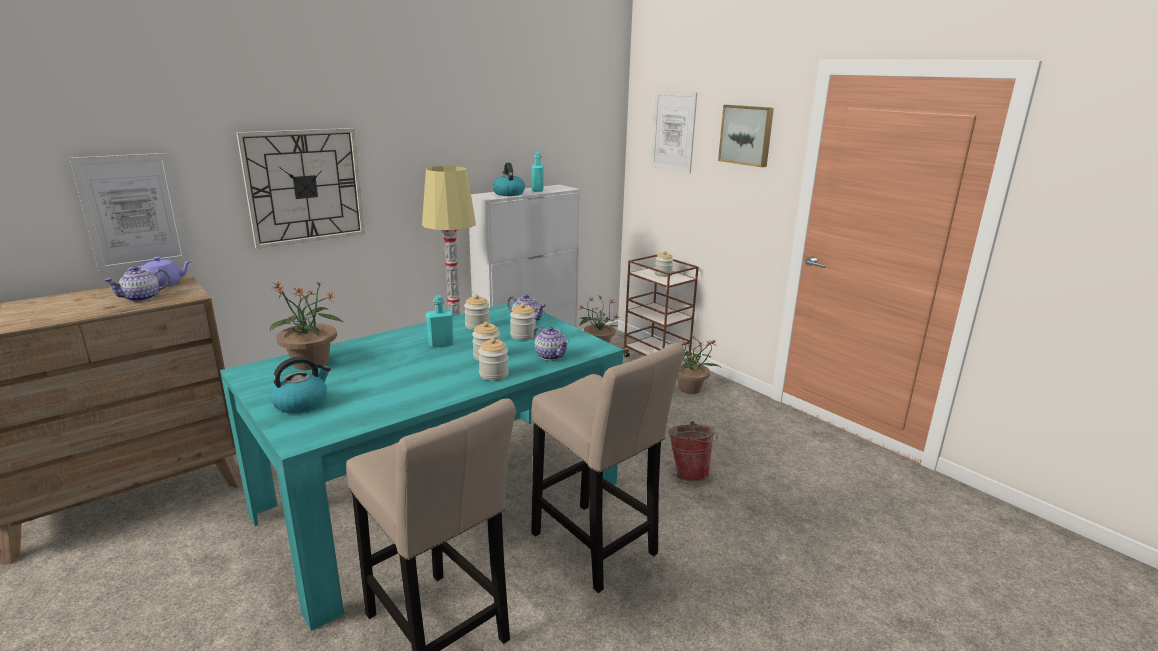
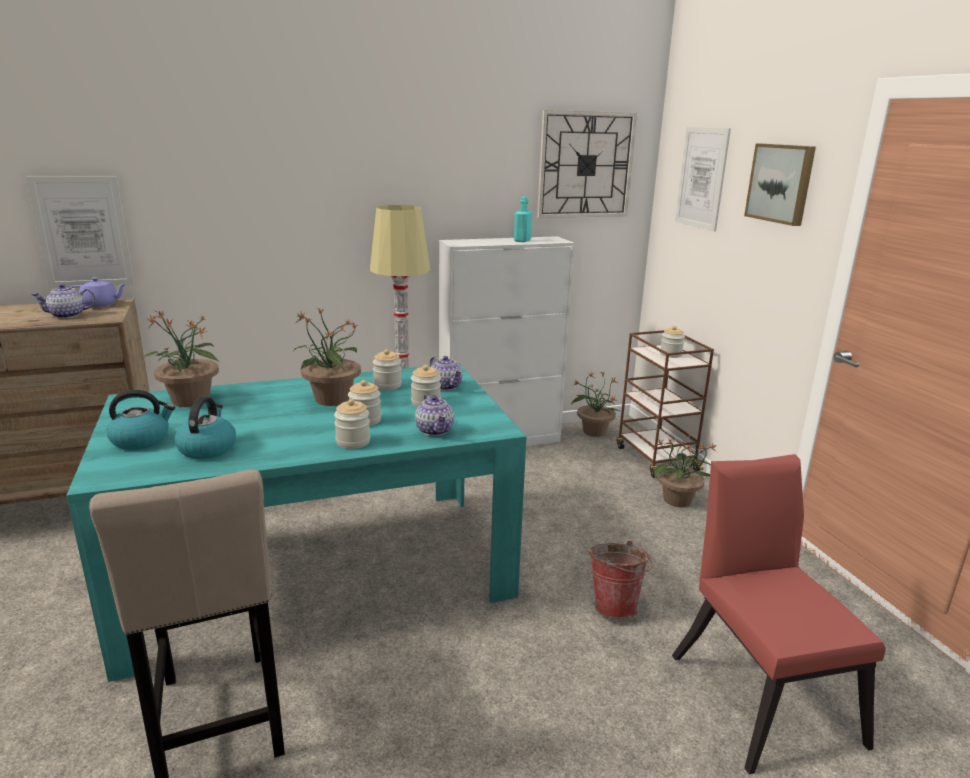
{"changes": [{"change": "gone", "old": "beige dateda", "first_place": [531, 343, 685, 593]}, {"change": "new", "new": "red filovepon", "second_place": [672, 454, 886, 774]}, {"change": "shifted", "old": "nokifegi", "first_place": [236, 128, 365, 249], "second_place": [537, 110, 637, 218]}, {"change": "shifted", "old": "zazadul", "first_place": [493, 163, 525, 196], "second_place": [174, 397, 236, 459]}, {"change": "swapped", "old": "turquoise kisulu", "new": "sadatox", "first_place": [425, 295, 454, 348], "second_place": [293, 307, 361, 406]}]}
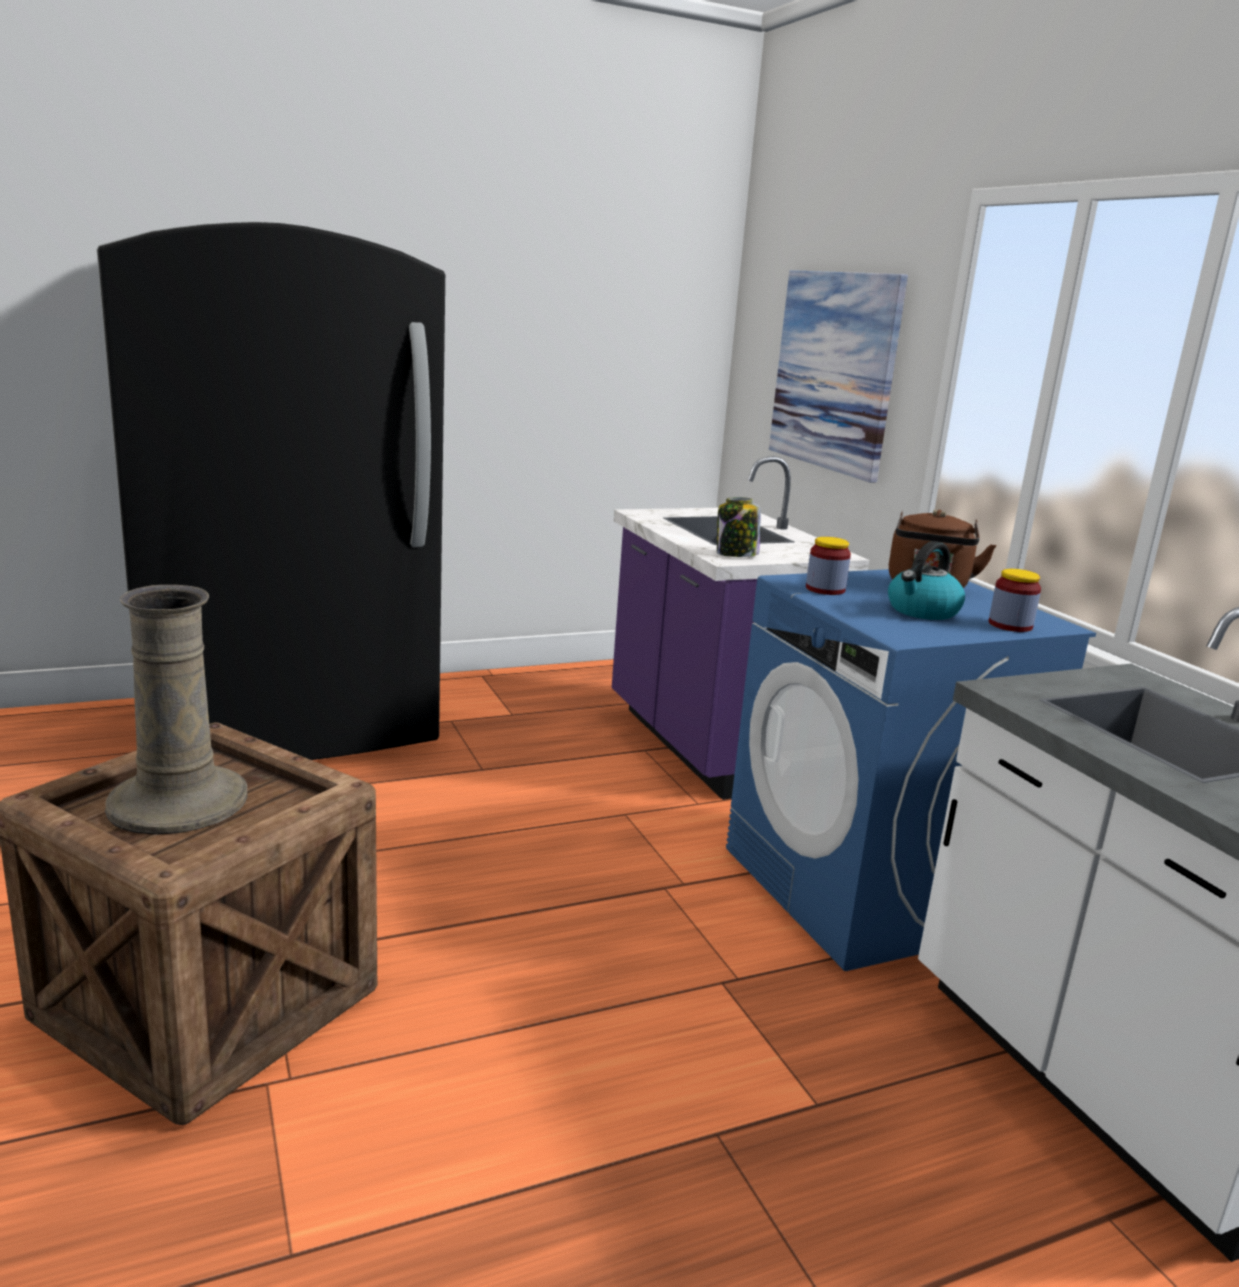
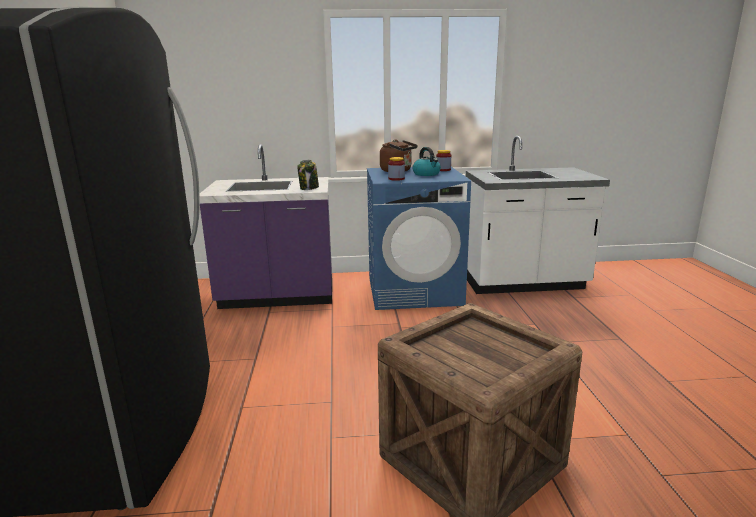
{"changes": [{"change": "gone", "old": "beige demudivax", "first_place": [105, 585, 248, 835]}, {"change": "gone", "old": "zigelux", "first_place": [769, 270, 908, 483]}]}
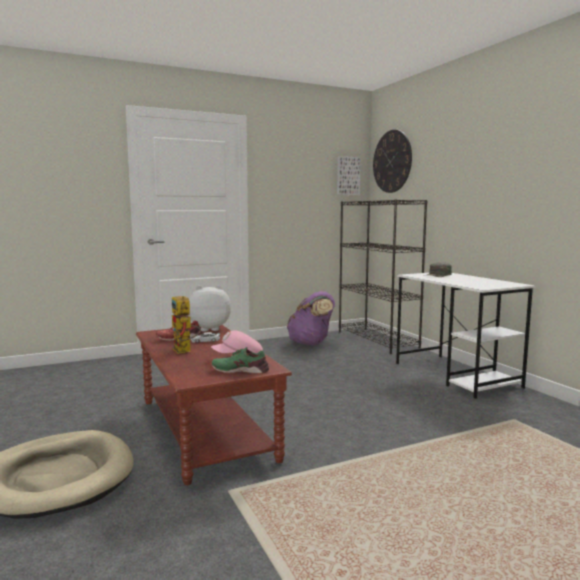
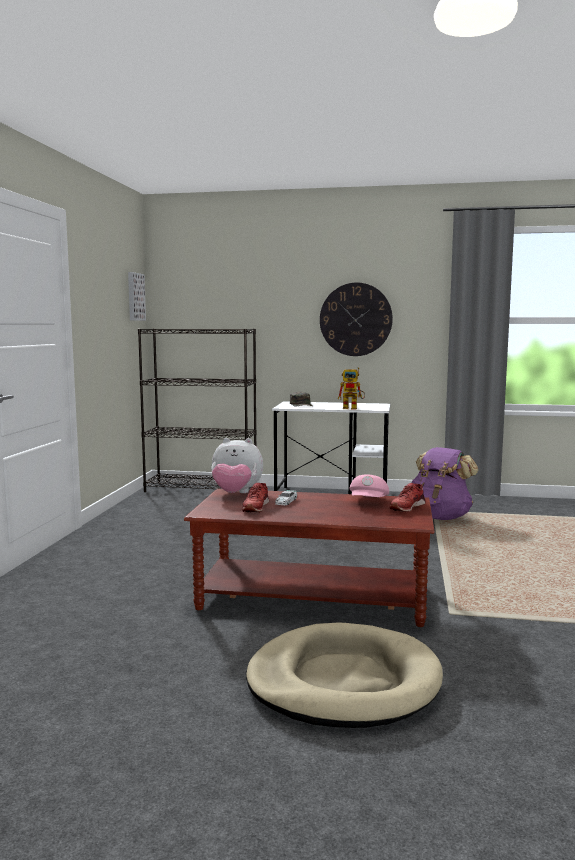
{"changes": [{"change": "shifted", "old": "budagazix", "first_place": [172, 296, 201, 354], "second_place": [338, 367, 365, 410]}, {"change": "shifted", "old": "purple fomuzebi", "first_place": [287, 291, 335, 346], "second_place": [411, 447, 478, 520]}, {"change": "shifted", "old": "nokifegi", "first_place": [373, 130, 412, 193], "second_place": [320, 283, 393, 356]}, {"change": "repainted", "old": "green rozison", "new": "red rozison", "first_place": [212, 347, 269, 374], "second_place": [389, 483, 426, 512]}, {"change": "rotated", "old": "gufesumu", "first_place": [189, 285, 231, 331], "second_place": [211, 438, 263, 493], "degrees": -105}]}
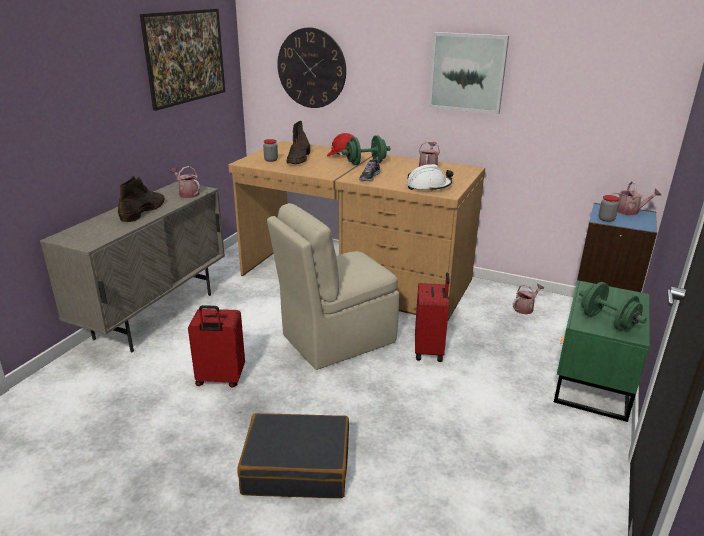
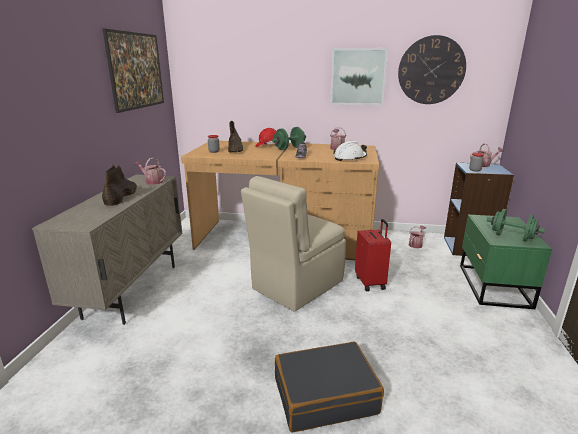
{"changes": [{"change": "gone", "old": "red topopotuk", "first_place": [188, 305, 245, 388]}, {"change": "shifted", "old": "nokifegi", "first_place": [277, 27, 346, 108], "second_place": [398, 35, 466, 104]}]}
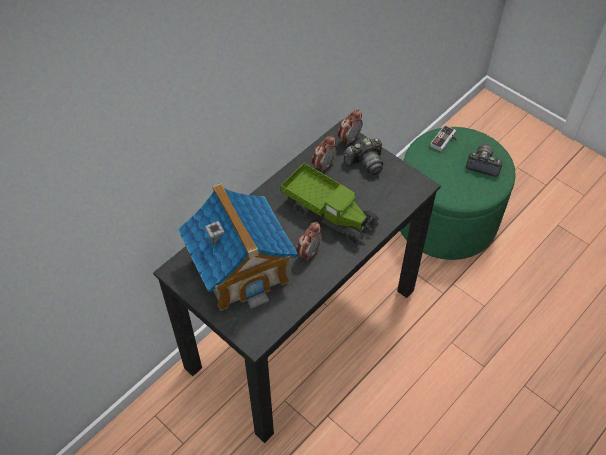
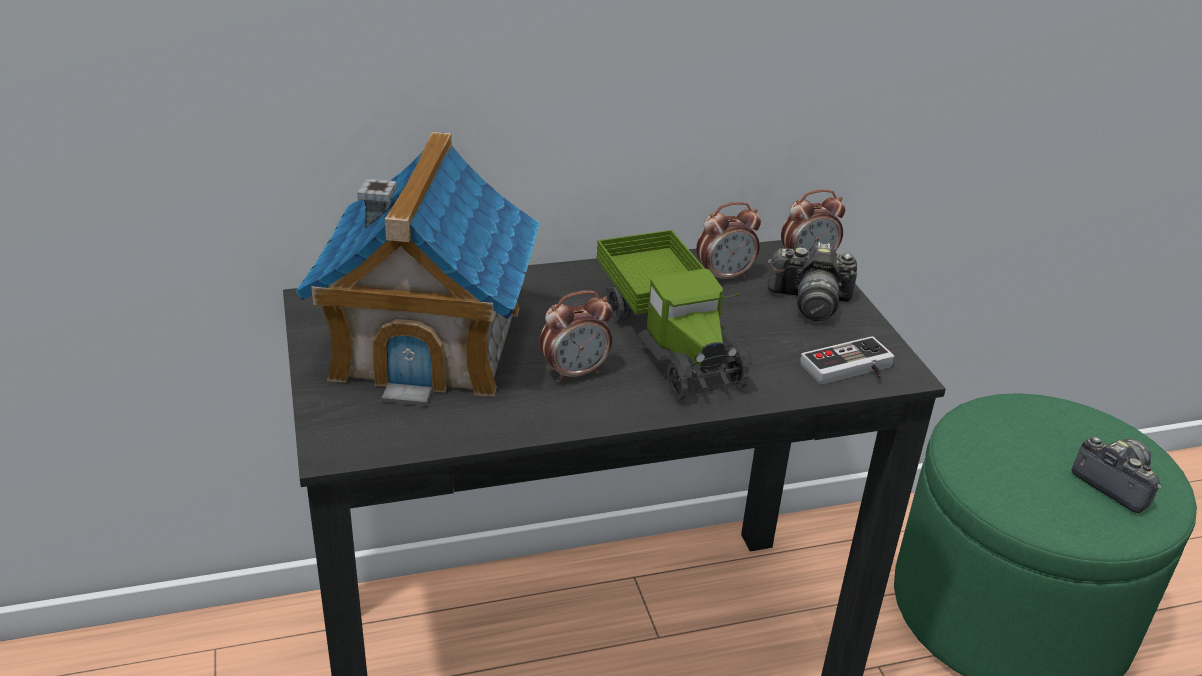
{"changes": [{"change": "shifted", "old": "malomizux", "first_place": [430, 125, 458, 152], "second_place": [800, 336, 895, 385]}]}
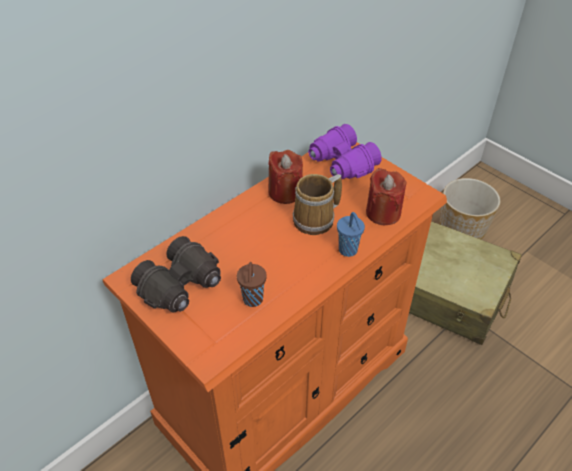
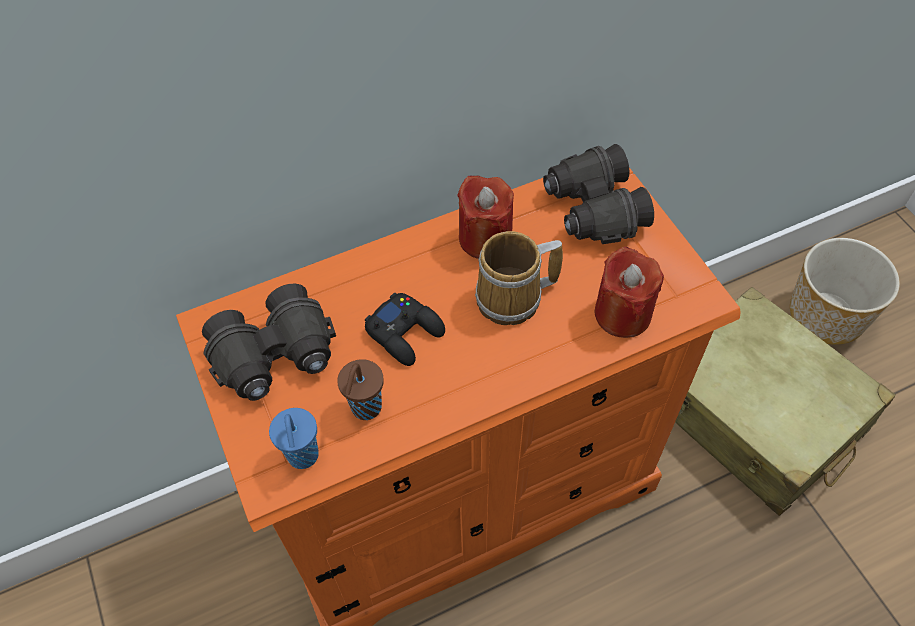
{"changes": [{"change": "new", "new": "black malomizux", "second_place": [365, 292, 445, 366]}, {"change": "shifted", "old": "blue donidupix", "first_place": [337, 212, 365, 257], "second_place": [269, 408, 319, 469]}, {"change": "repainted", "old": "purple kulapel", "new": "black kulapel", "first_place": [308, 124, 382, 179], "second_place": [543, 144, 654, 244]}]}
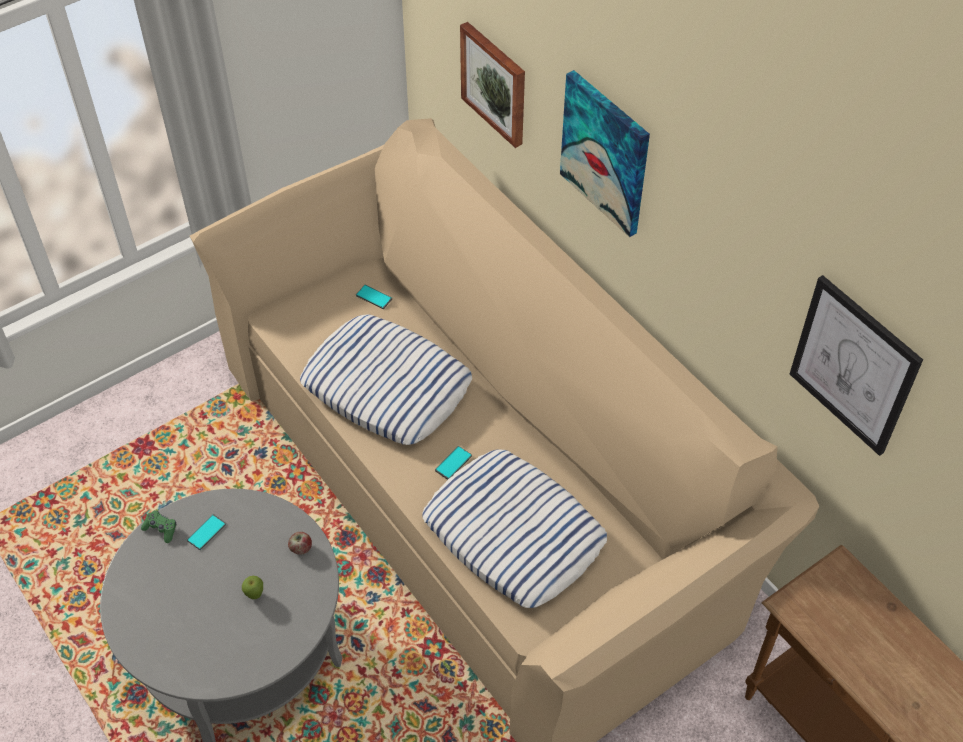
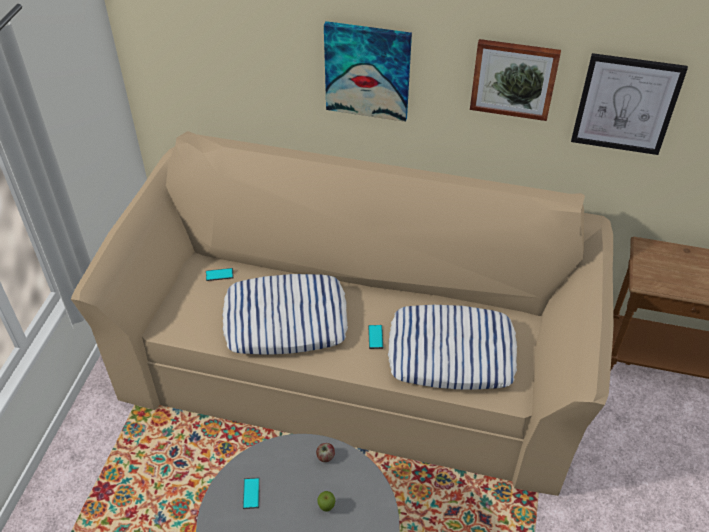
{"changes": [{"change": "gone", "old": "green malomizux", "first_place": [141, 510, 177, 543]}, {"change": "shifted", "old": "zigelux", "first_place": [460, 22, 525, 148], "second_place": [470, 39, 561, 121]}]}
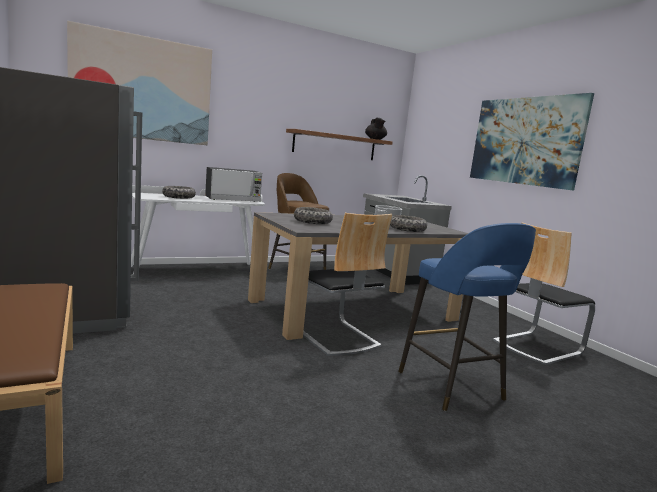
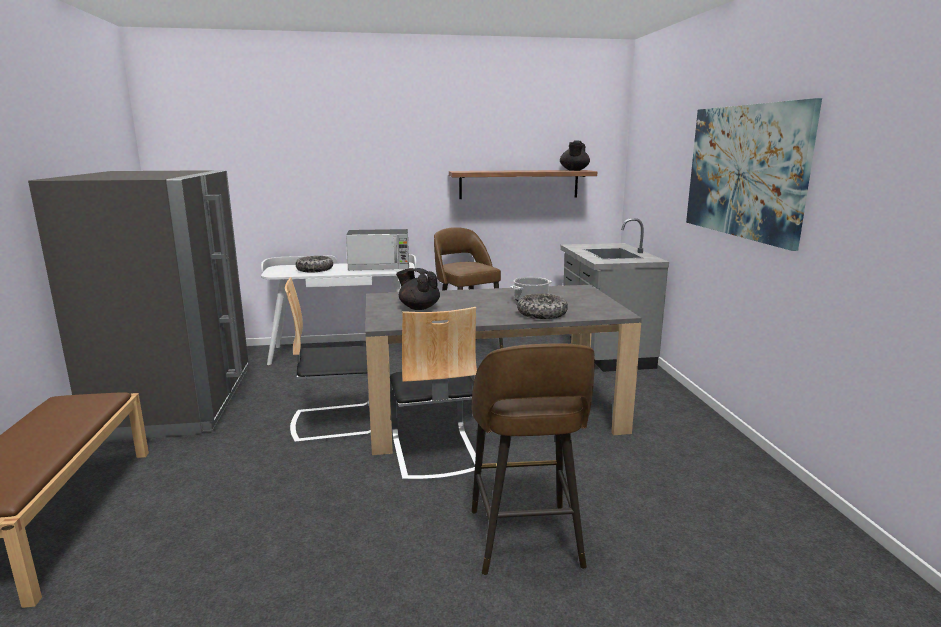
{"changes": [{"change": "gone", "old": "zigelux", "first_place": [67, 21, 212, 145]}, {"change": "shifted", "old": "filovepon", "first_place": [493, 222, 595, 365], "second_place": [285, 277, 371, 444]}, {"change": "swapped", "old": "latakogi", "new": "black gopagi", "first_place": [294, 207, 333, 224], "second_place": [396, 268, 440, 310]}, {"change": "repainted", "old": "blue dateda", "new": "brown dateda", "first_place": [398, 223, 536, 411], "second_place": [472, 343, 595, 575]}]}
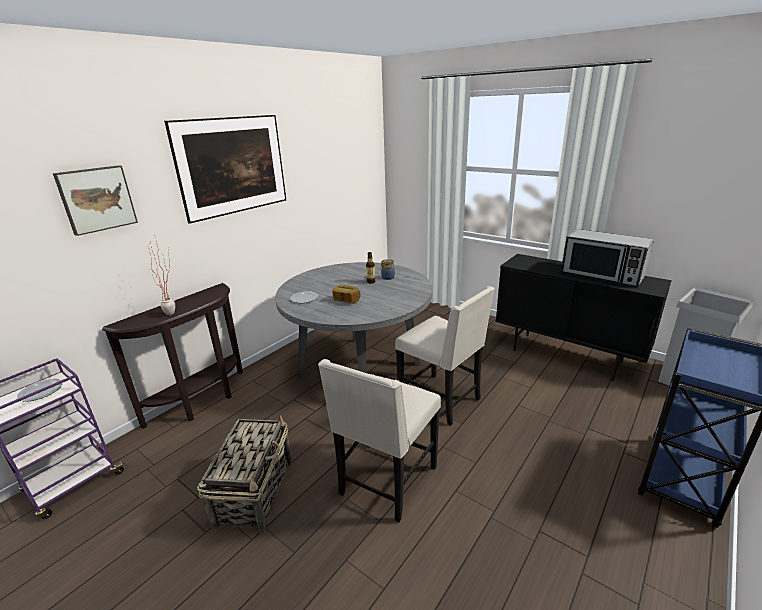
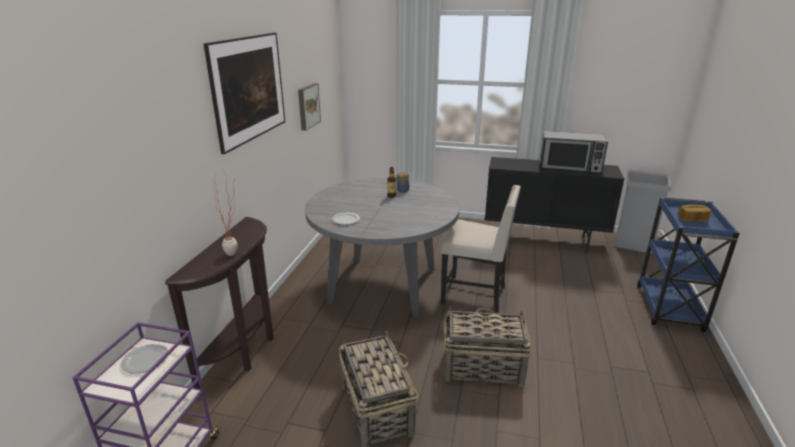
{"changes": [{"change": "shifted", "old": "zigelux", "first_place": [53, 165, 138, 236], "second_place": [298, 83, 321, 131]}, {"change": "shifted", "old": "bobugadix", "first_place": [332, 285, 361, 304], "second_place": [678, 204, 711, 222]}, {"change": "swapped", "old": "beige filovepon", "new": "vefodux", "first_place": [318, 359, 441, 523], "second_place": [443, 306, 531, 387]}]}
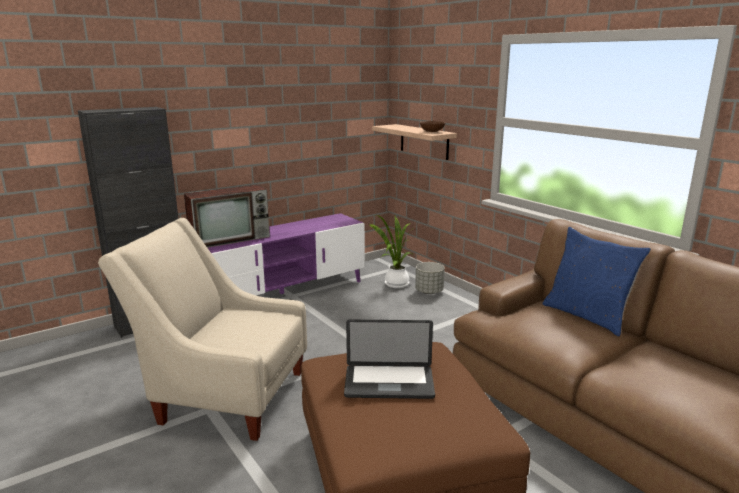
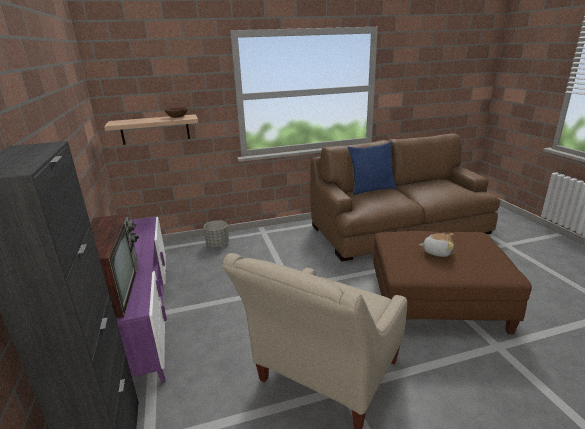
{"changes": [{"change": "gone", "old": "sadatox", "first_place": [369, 215, 413, 288]}, {"change": "swapped", "old": "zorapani", "new": "gufesumu", "first_place": [344, 319, 435, 399], "second_place": [419, 233, 454, 257]}]}
